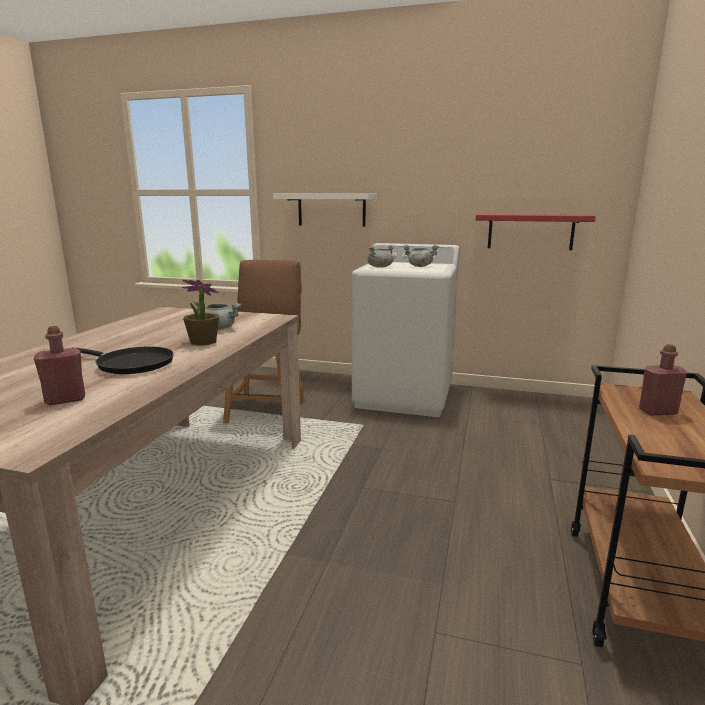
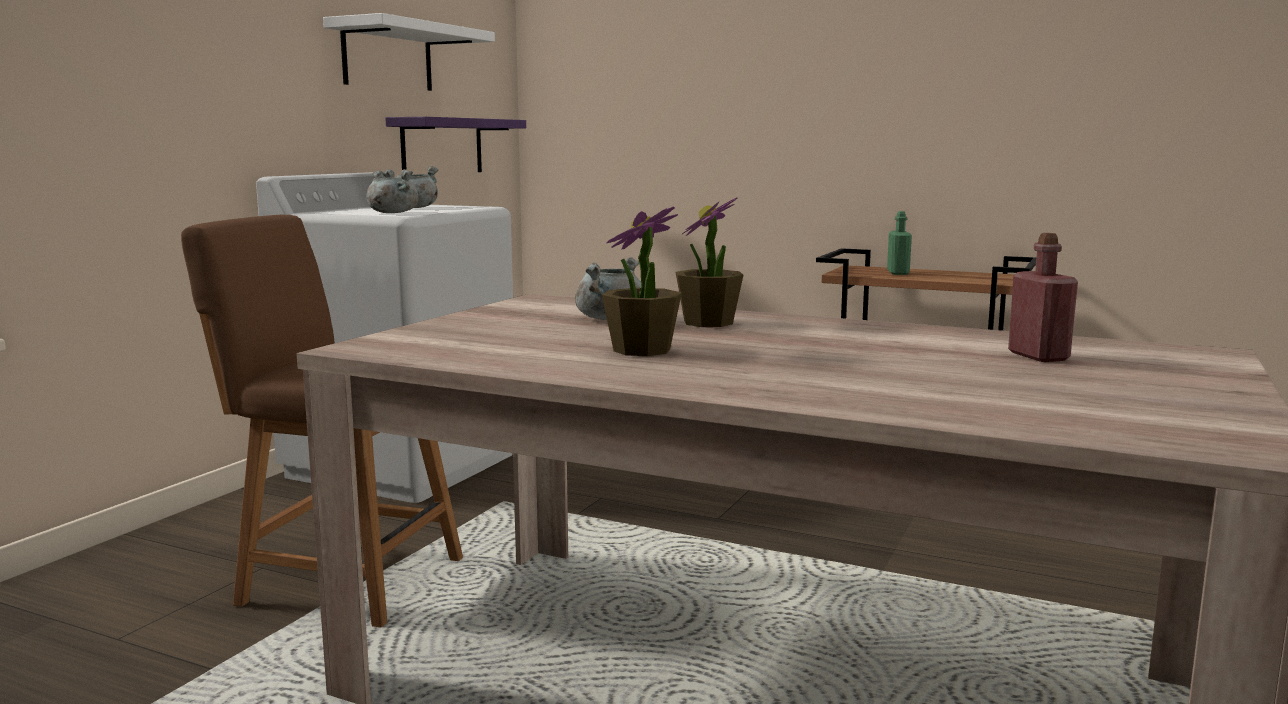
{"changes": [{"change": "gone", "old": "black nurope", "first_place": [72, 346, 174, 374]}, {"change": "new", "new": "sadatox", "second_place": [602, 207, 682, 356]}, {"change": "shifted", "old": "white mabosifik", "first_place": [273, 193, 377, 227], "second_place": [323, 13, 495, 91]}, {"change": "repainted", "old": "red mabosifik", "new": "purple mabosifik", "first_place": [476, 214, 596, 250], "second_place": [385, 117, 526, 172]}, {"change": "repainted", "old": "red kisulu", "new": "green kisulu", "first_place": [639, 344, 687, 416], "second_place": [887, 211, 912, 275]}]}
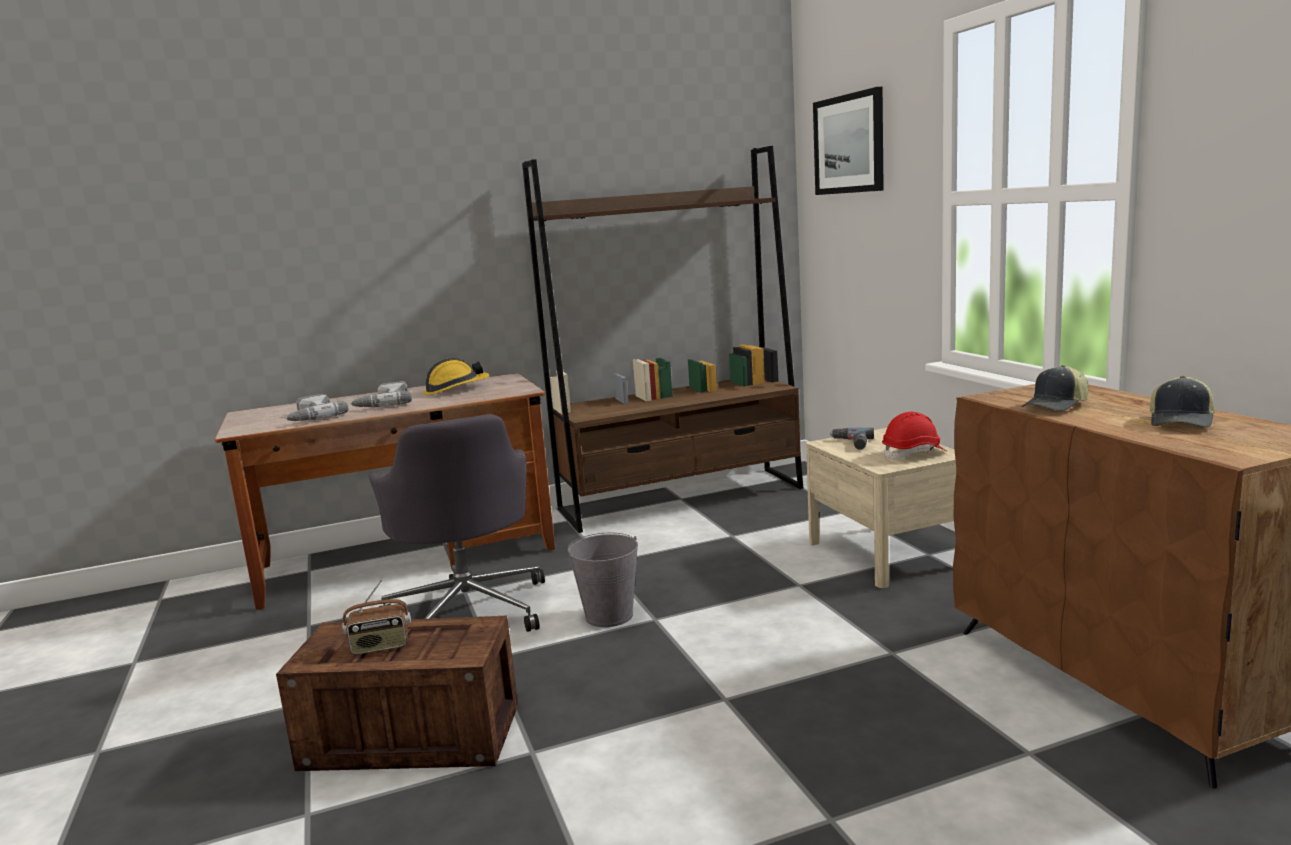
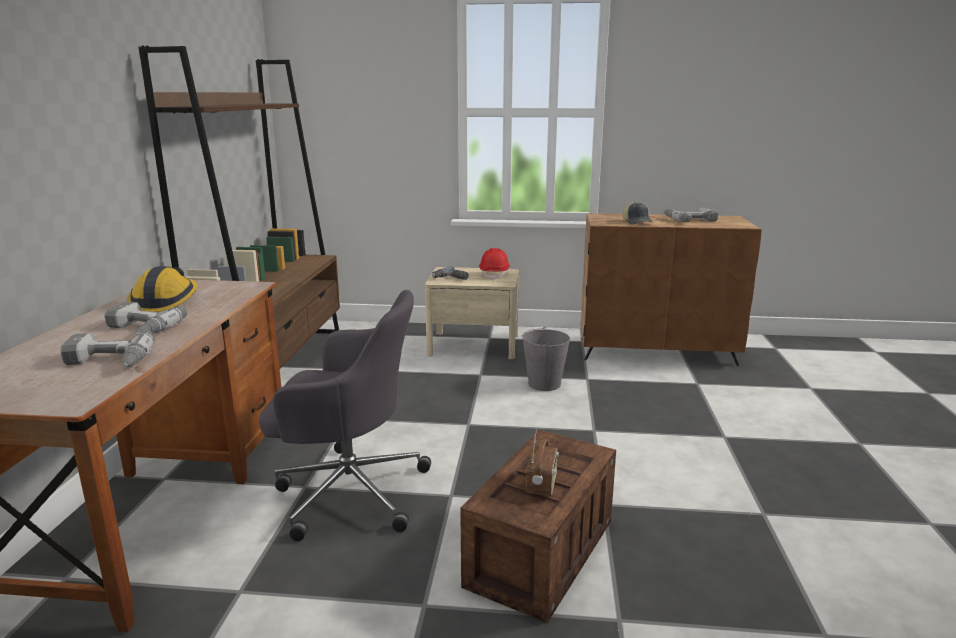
{"changes": [{"change": "gone", "old": "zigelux", "first_place": [813, 87, 884, 195]}, {"change": "shifted", "old": "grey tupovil", "first_place": [568, 533, 638, 627], "second_place": [522, 327, 570, 391]}, {"change": "swapped", "old": "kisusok", "new": "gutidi", "first_place": [1150, 376, 1215, 427], "second_place": [664, 207, 718, 222]}]}
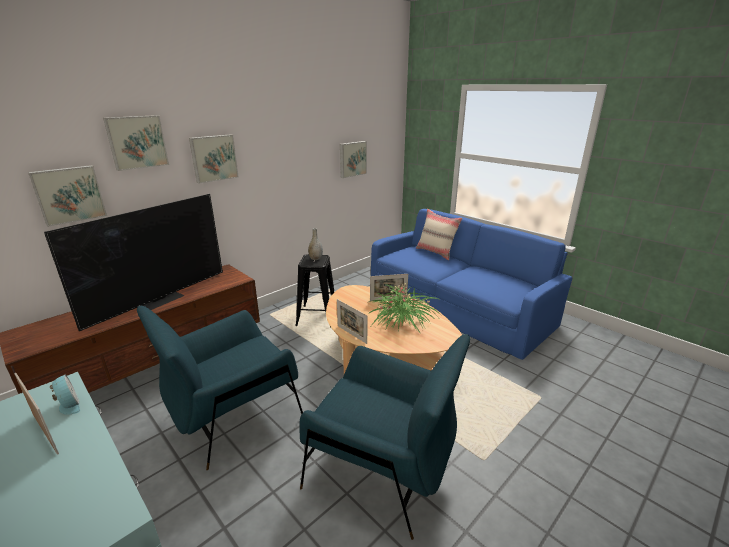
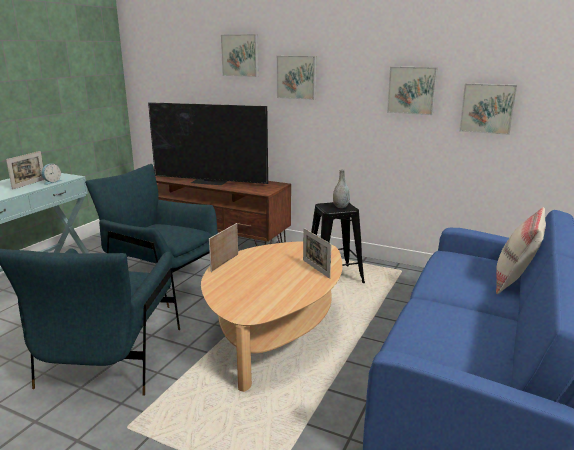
{"changes": [{"change": "gone", "old": "sadatox", "first_place": [368, 283, 441, 334]}, {"change": "shifted", "old": "zigelux", "first_place": [28, 165, 107, 227], "second_place": [387, 66, 438, 115]}]}
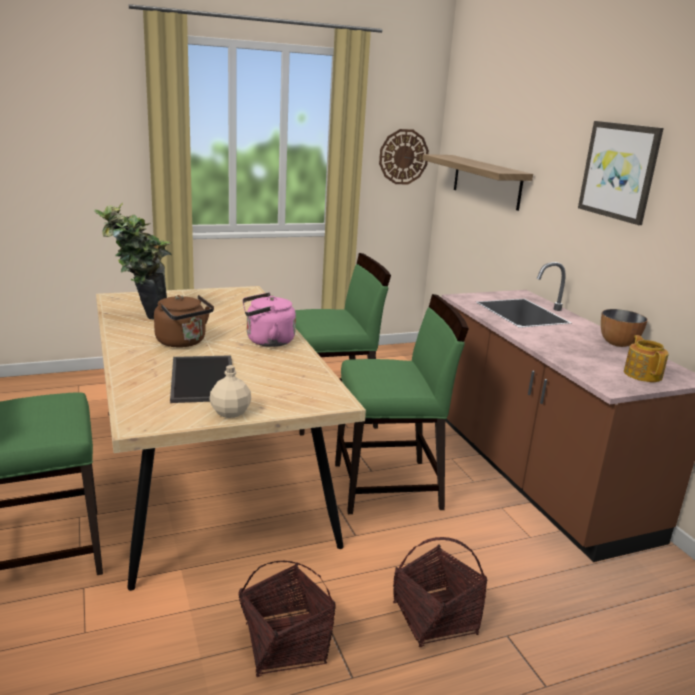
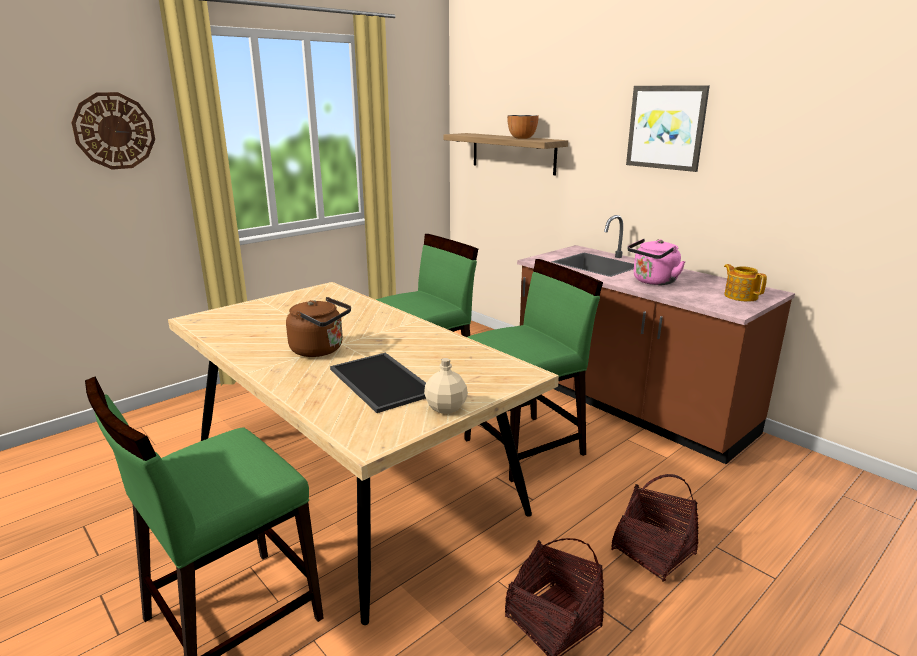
{"changes": [{"change": "gone", "old": "sadatox", "first_place": [94, 203, 172, 320]}, {"change": "shifted", "old": "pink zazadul", "first_place": [243, 293, 296, 347], "second_place": [627, 239, 686, 285]}, {"change": "shifted", "old": "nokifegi", "first_place": [379, 129, 429, 184], "second_place": [71, 92, 155, 170]}, {"change": "shifted", "old": "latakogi", "first_place": [601, 309, 648, 347], "second_place": [507, 115, 539, 139]}]}
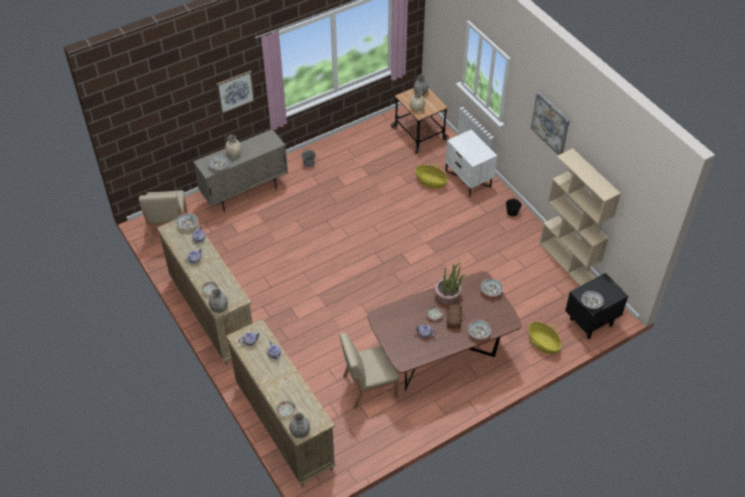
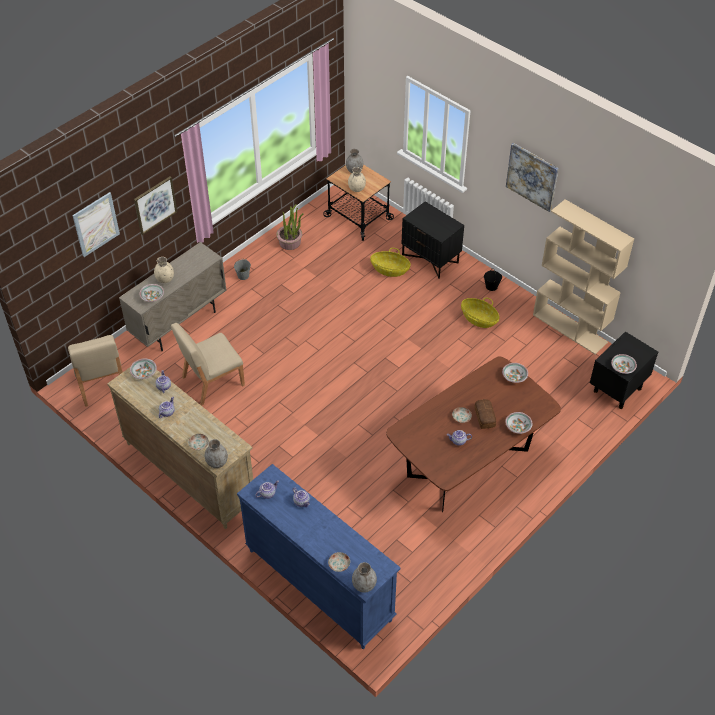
{"changes": [{"change": "new", "new": "zigelux", "second_place": [72, 192, 120, 257]}, {"change": "shifted", "old": "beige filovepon", "first_place": [340, 333, 399, 409], "second_place": [171, 323, 245, 406]}, {"change": "shifted", "old": "sadatox", "first_place": [435, 262, 465, 305], "second_place": [276, 204, 304, 250]}, {"change": "shifted", "old": "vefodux", "first_place": [528, 322, 561, 354], "second_place": [461, 297, 499, 328]}, {"change": "repainted", "old": "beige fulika", "new": "blue fulika", "first_place": [226, 319, 336, 487], "second_place": [237, 464, 401, 649]}, {"change": "repainted", "old": "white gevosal", "new": "black gevosal", "first_place": [445, 130, 497, 197], "second_place": [401, 201, 464, 279]}]}
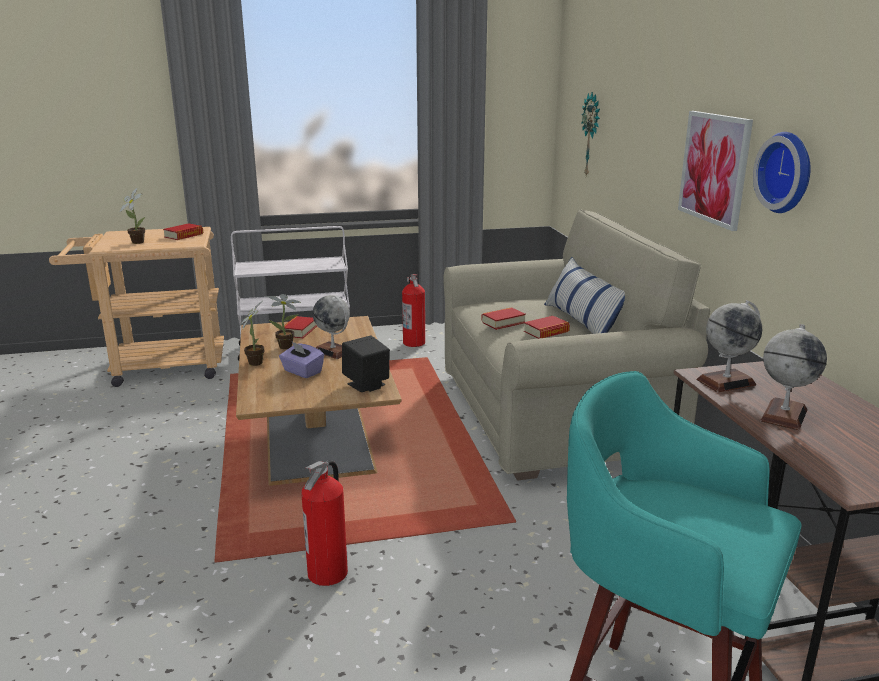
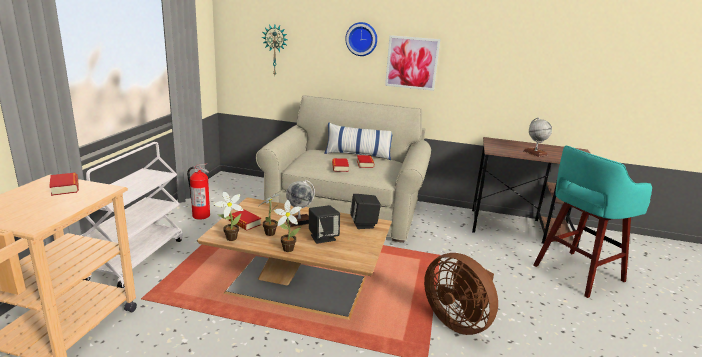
{"changes": [{"change": "gone", "old": "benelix", "first_place": [697, 300, 762, 392]}, {"change": "shifted", "old": "sadatox", "first_place": [120, 188, 145, 244], "second_place": [214, 191, 244, 241]}, {"change": "shifted", "old": "nokifegi", "first_place": [753, 132, 811, 213], "second_place": [345, 22, 377, 56]}, {"change": "swapped", "old": "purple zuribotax", "new": "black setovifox", "first_place": [279, 342, 324, 378], "second_place": [309, 205, 340, 244]}, {"change": "swapped", "old": "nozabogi", "new": "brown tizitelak", "first_place": [301, 460, 348, 586], "second_place": [424, 253, 498, 335]}]}
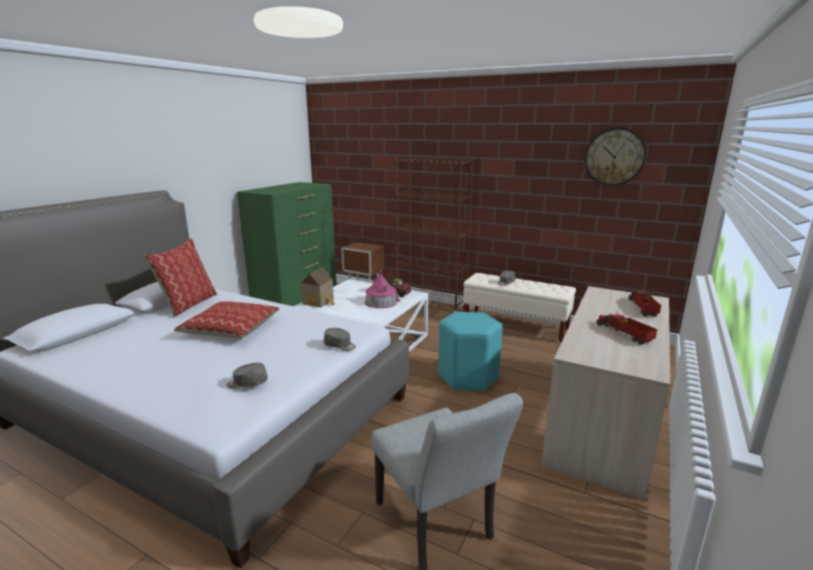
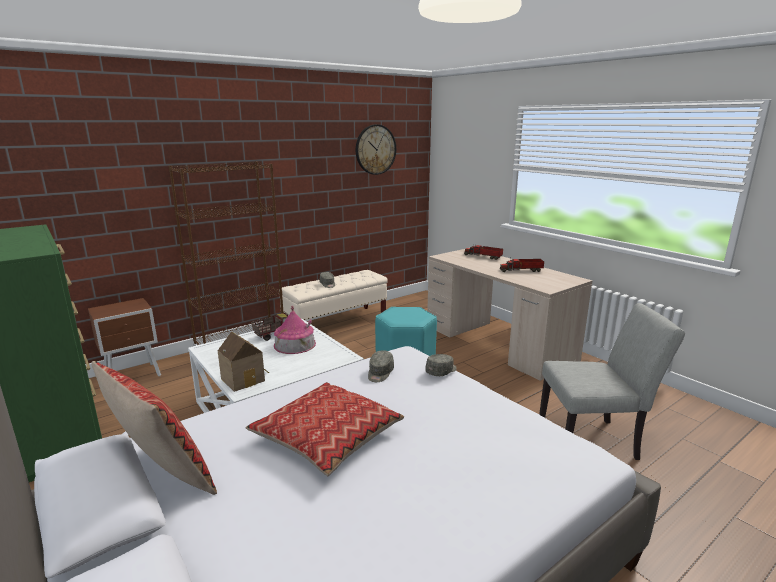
{"changes": [{"change": "shifted", "old": "grey kisusok", "first_place": [227, 363, 268, 389], "second_place": [368, 350, 394, 382]}]}
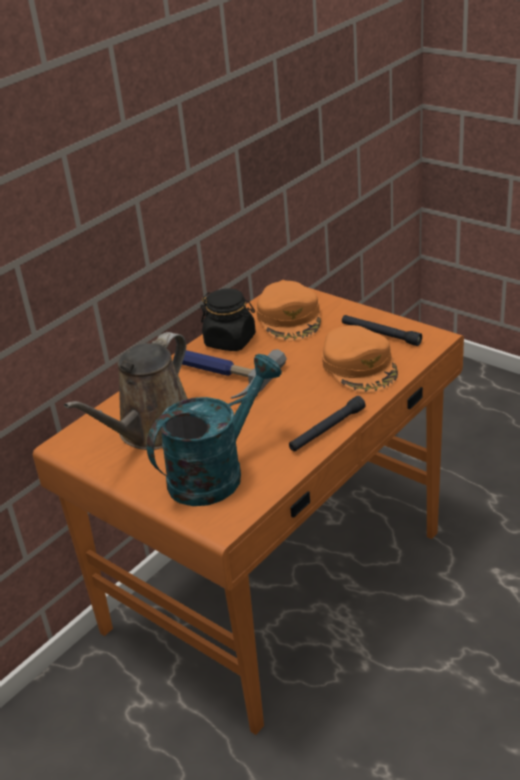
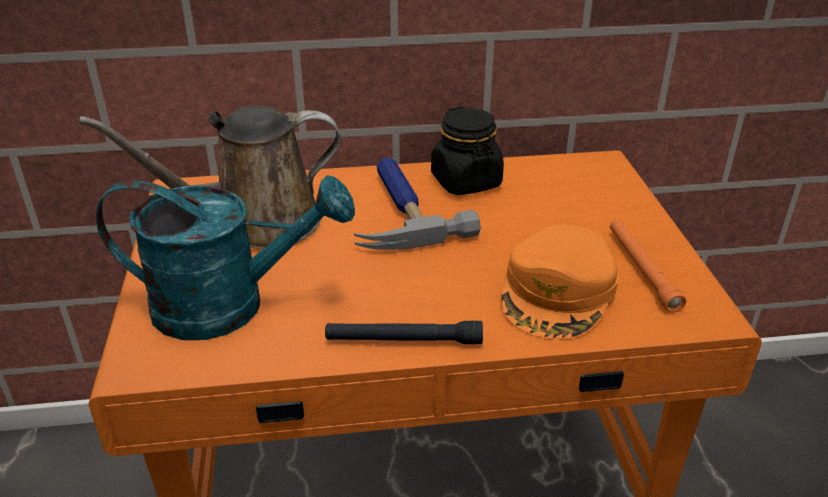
{"changes": [{"change": "gone", "old": "orange kisusok", "first_place": [256, 281, 321, 341]}, {"change": "repainted", "old": "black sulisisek", "new": "orange sulisisek", "first_place": [342, 315, 422, 346], "second_place": [610, 219, 687, 313]}]}
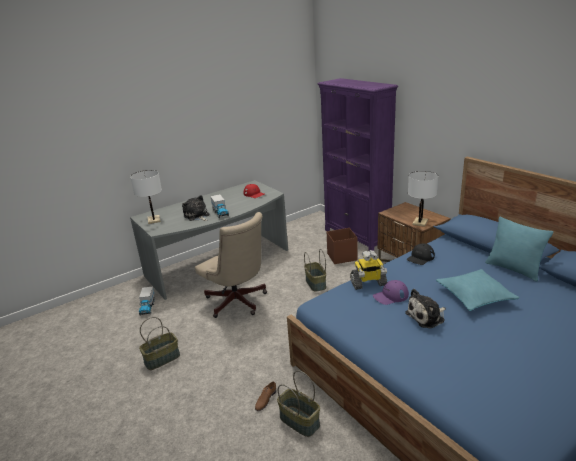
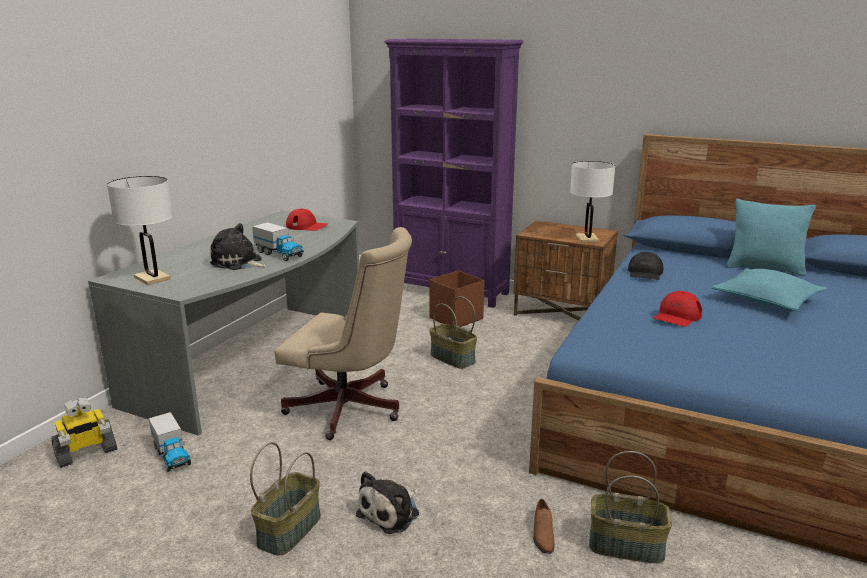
{"changes": [{"change": "shifted", "old": "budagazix", "first_place": [350, 250, 387, 290], "second_place": [51, 398, 117, 468]}, {"change": "shifted", "old": "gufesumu", "first_place": [405, 289, 446, 329], "second_place": [356, 471, 419, 534]}, {"change": "repainted", "old": "purple kisusok", "new": "red kisusok", "first_place": [373, 280, 409, 305], "second_place": [654, 291, 702, 327]}]}
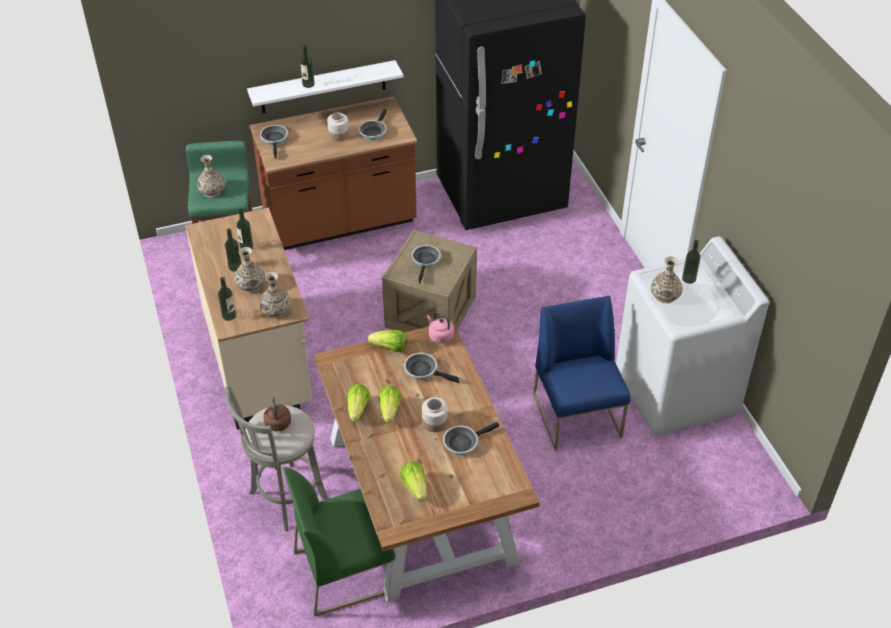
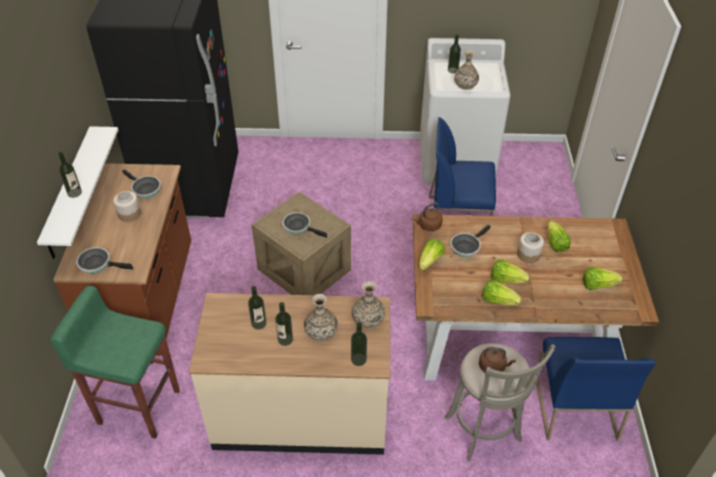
{"changes": [{"change": "gone", "old": "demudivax", "first_place": [197, 155, 225, 197]}, {"change": "swapped", "old": "nurope", "new": "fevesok", "first_place": [443, 422, 499, 455], "second_place": [547, 221, 571, 252]}, {"change": "repainted", "old": "green filovepon", "new": "blue filovepon", "first_place": [283, 467, 395, 617], "second_place": [536, 337, 656, 441]}, {"change": "repainted", "old": "pink zazadul", "new": "brown zazadul", "first_place": [427, 312, 454, 343], "second_place": [414, 203, 443, 231]}]}
